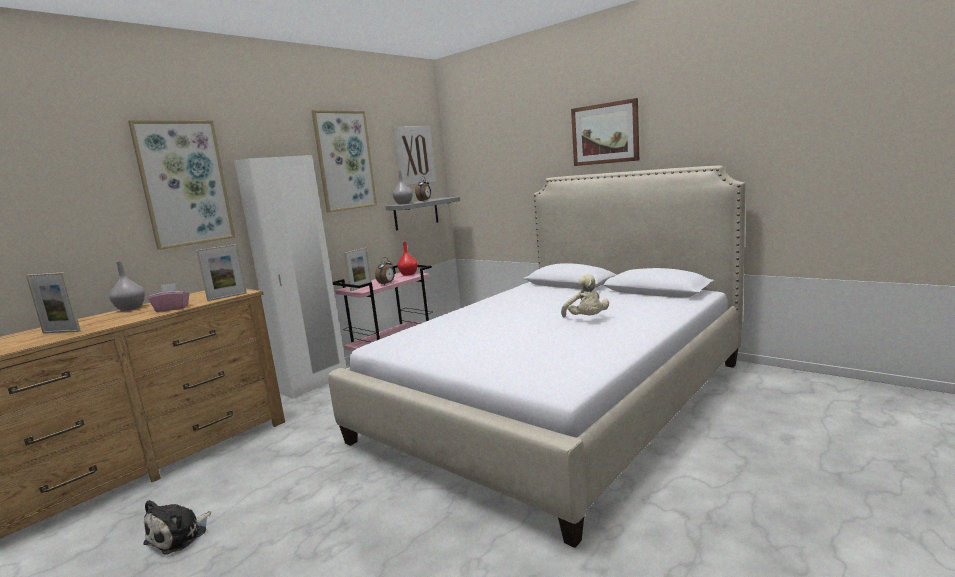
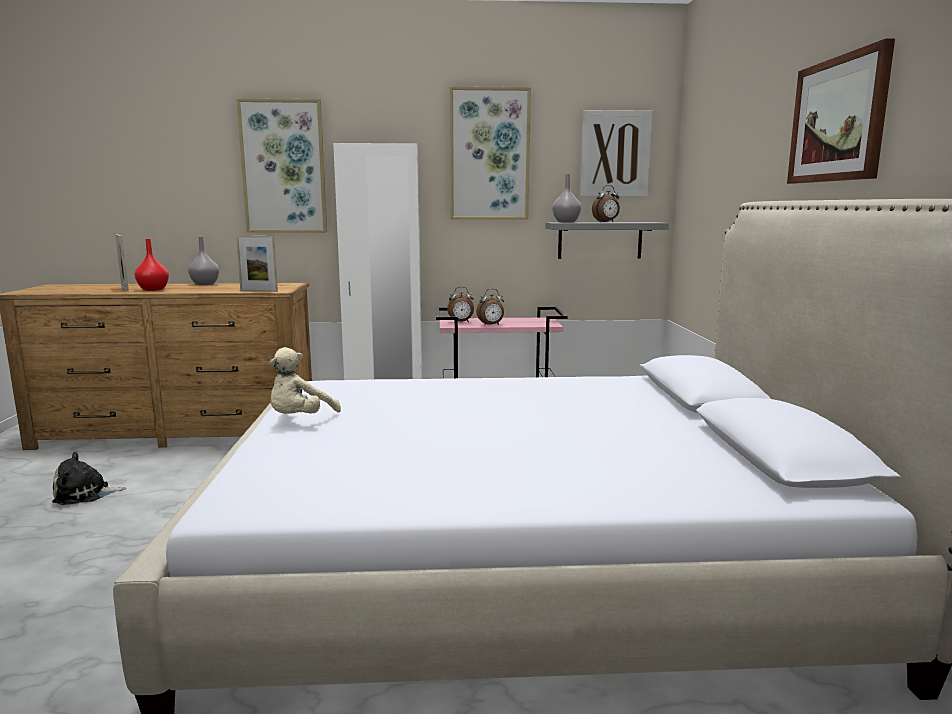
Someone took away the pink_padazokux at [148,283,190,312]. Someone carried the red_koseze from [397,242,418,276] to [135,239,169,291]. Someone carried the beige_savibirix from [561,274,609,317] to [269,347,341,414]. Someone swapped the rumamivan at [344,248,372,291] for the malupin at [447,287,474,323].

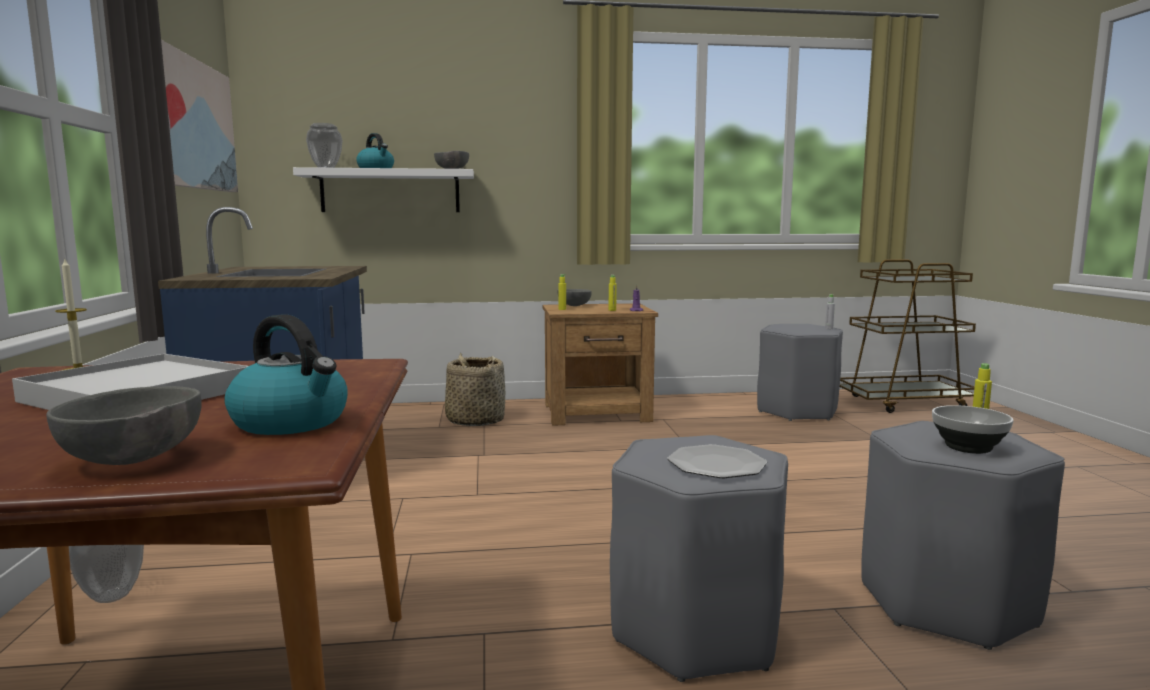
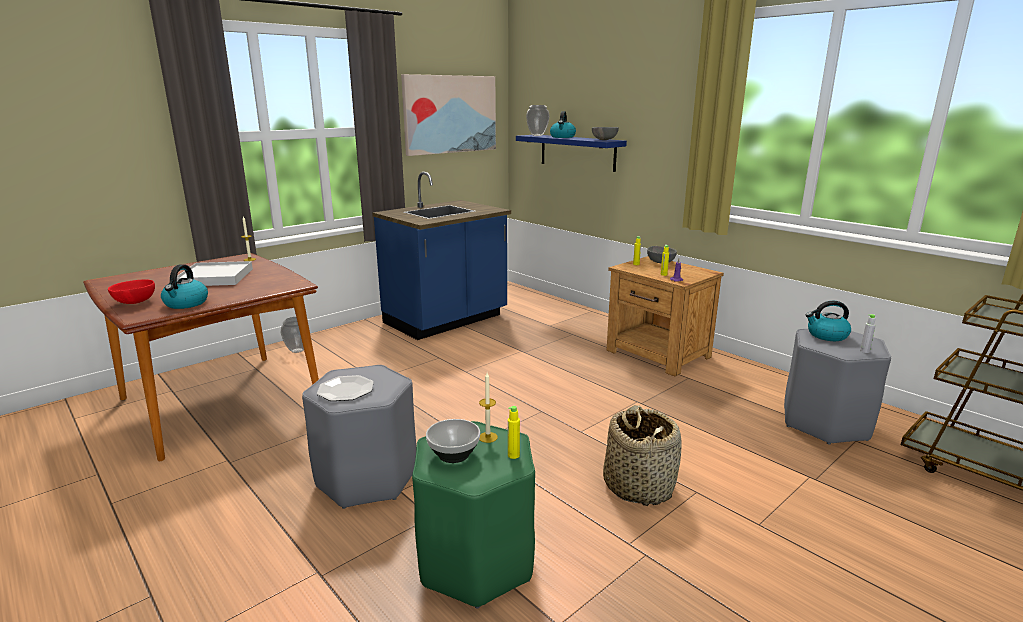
Someone put down the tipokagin at [479,373,498,443]. Someone put down the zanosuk at [805,301,851,341]. Someone carried the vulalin from [445,353,505,426] to [603,405,681,506]. Someone repainted the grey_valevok at [46,386,201,465], which became the red_valevok at [108,279,155,304]. Someone repainted the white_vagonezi at [293,167,474,212], which became the blue_vagonezi at [516,135,627,172]. Someone repainted the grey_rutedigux at [861,421,1065,650], which became the green_rutedigux at [412,421,535,609].

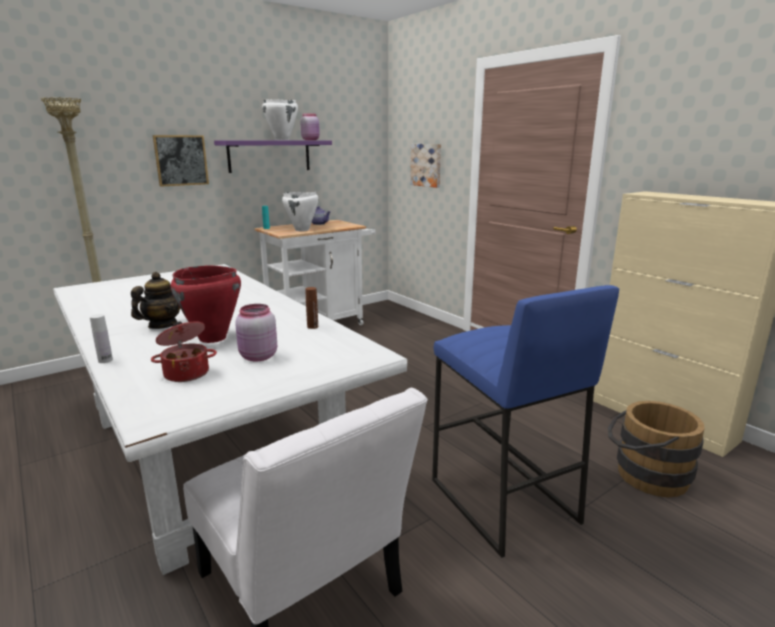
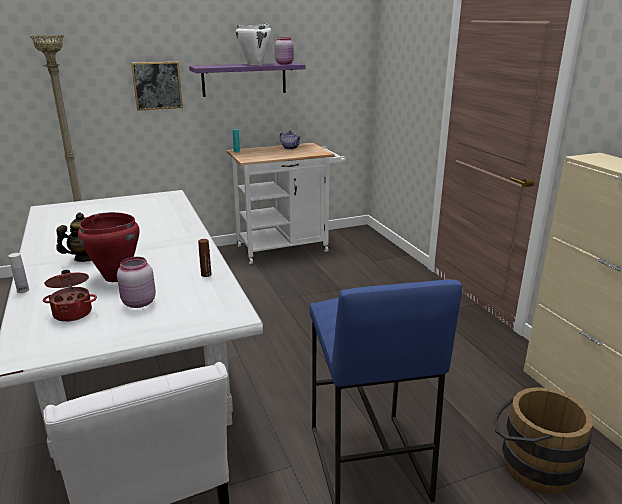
Someone took away the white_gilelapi at [282,192,319,231]. Someone took away the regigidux at [410,144,441,188].

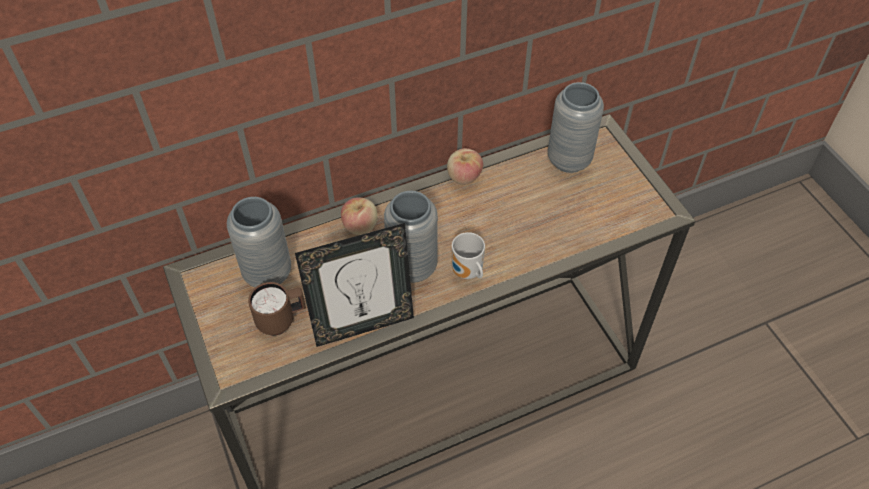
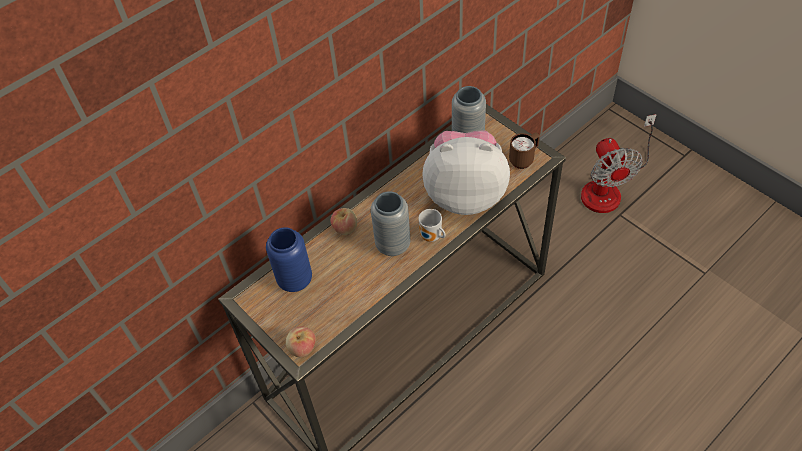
Someone took away the rumamivan at [295,223,414,347]. Someone put down the savibirix at [422,130,510,215]. Someone put down the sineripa at [581,114,657,213]. Someone carried the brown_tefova from [248,282,306,336] to [509,132,540,169]. Someone carried the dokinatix from [447,148,483,185] to [286,326,316,357]. Someone repainted the grey_koseze at [227,197,291,287], which became the blue_koseze at [266,227,312,292].

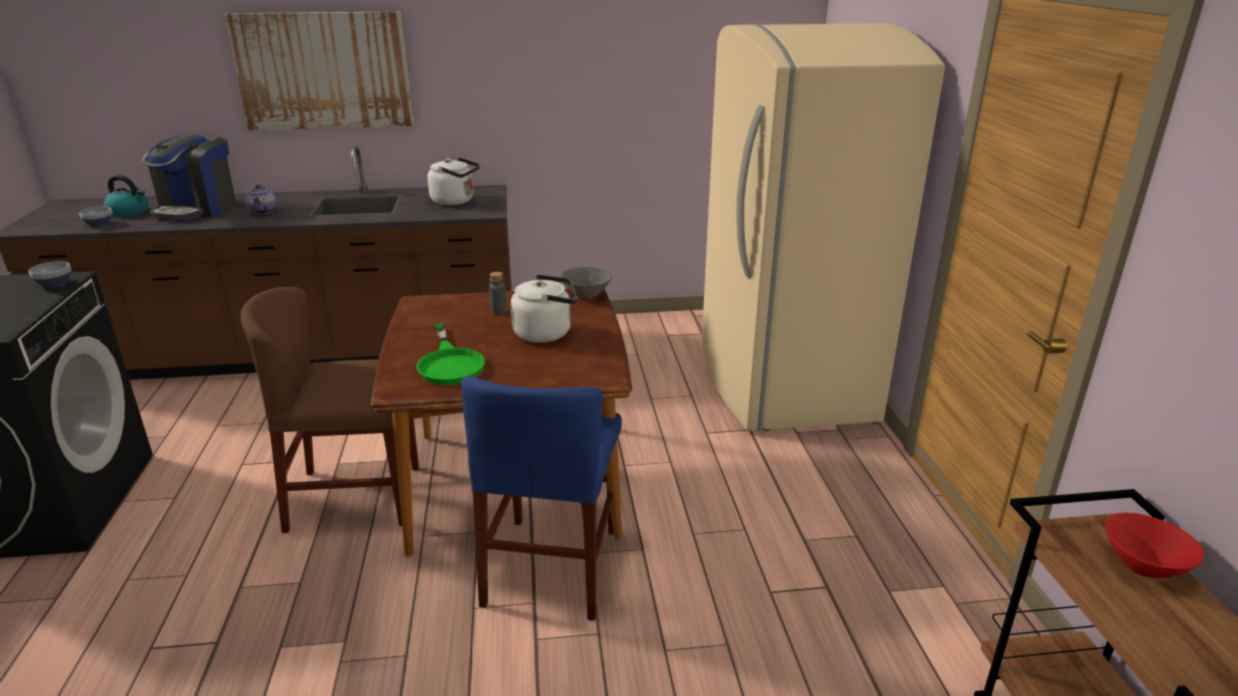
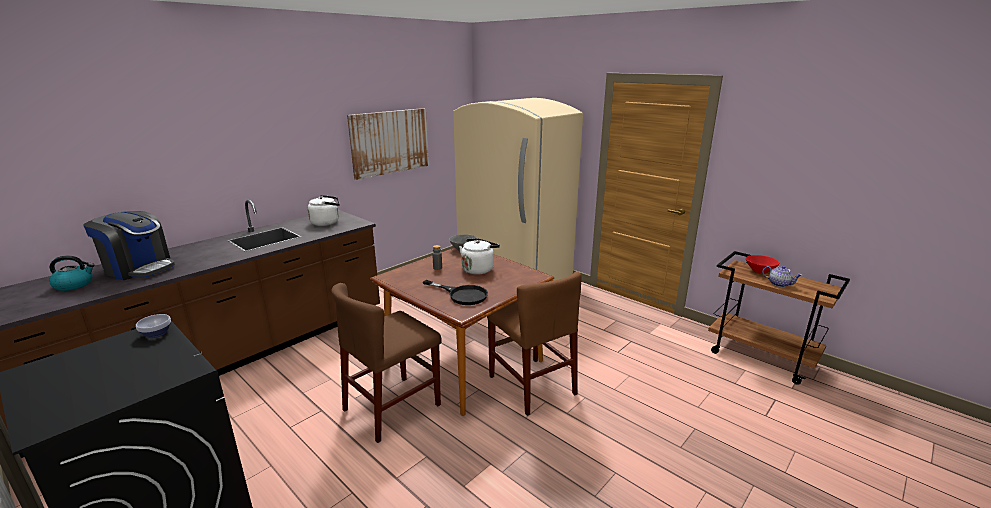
Someone took away the valevok at [79,207,112,227]. Someone carried the regigidux from [225,11,415,130] to [347,108,429,180]. Someone carried the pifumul from [246,184,277,214] to [762,266,802,287]. Someone repainted the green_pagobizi at [416,323,485,385], which became the black_pagobizi at [423,280,488,305]. Someone repainted the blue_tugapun at [461,375,622,621], which became the brown_tugapun at [487,272,582,416]. Someone rotated the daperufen at [142,134,236,221] by 45 degrees counterclockwise.

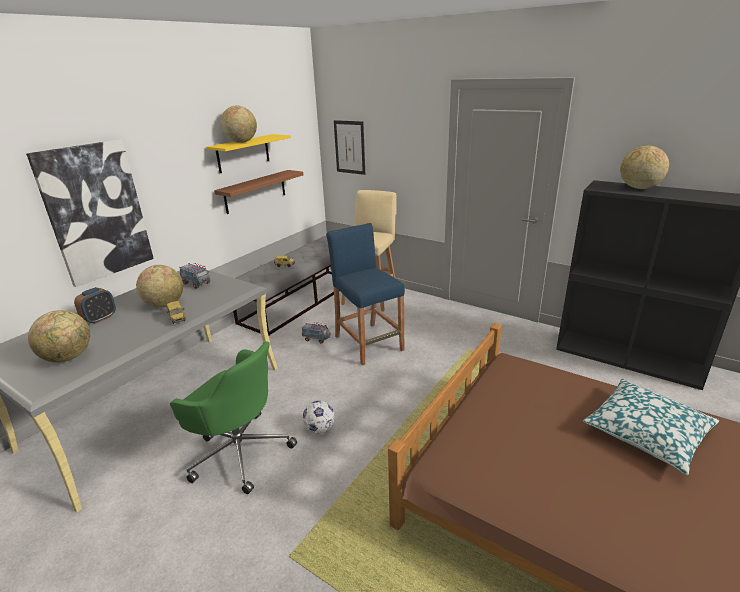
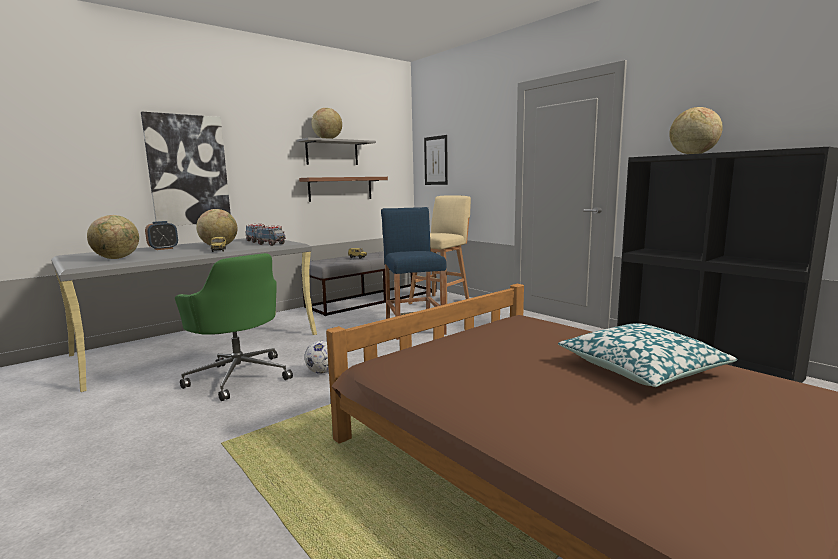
Someone carried the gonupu from [302,322,331,344] to [256,225,286,246]. Someone repainted the yellow_vagonezi at [206,134,291,173], which became the grey_vagonezi at [297,138,376,165].

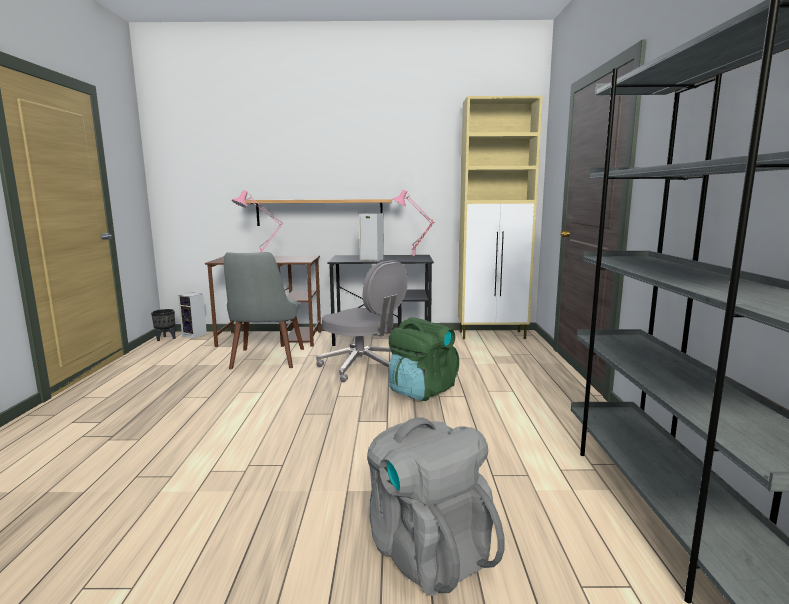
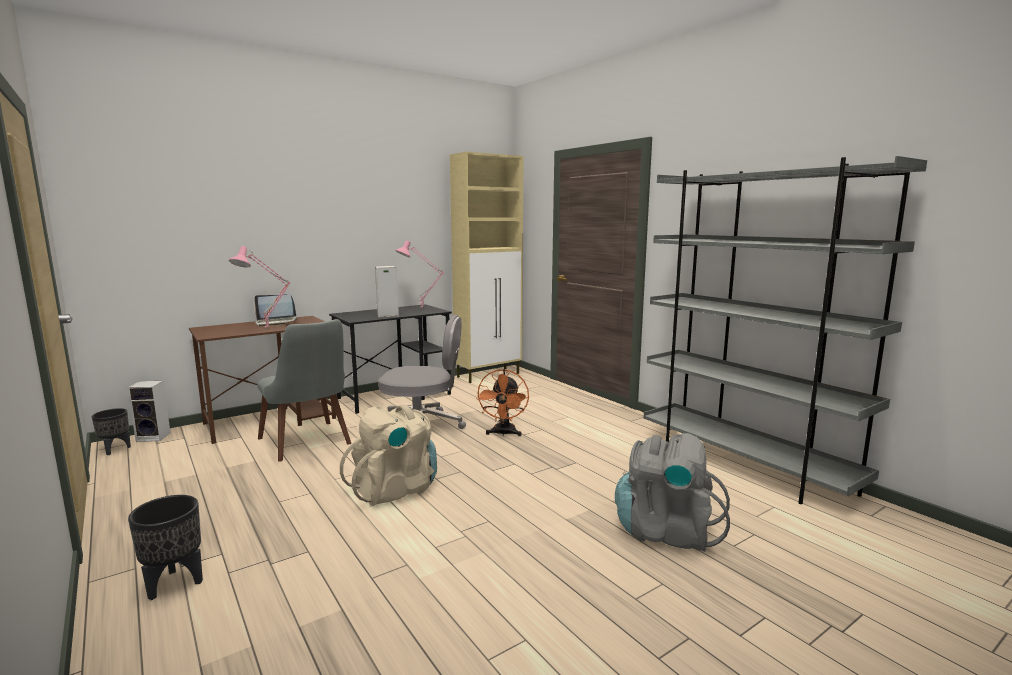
Someone took away the vagonezi at [245,199,392,226]. Someone put down the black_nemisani at [128,495,203,600]. Someone put down the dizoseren at [254,294,297,326]. Someone put down the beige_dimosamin at [340,404,437,506]. Someone swapped the green_dimosamin at [389,317,459,401] for the orange_sineripa at [476,369,529,436].

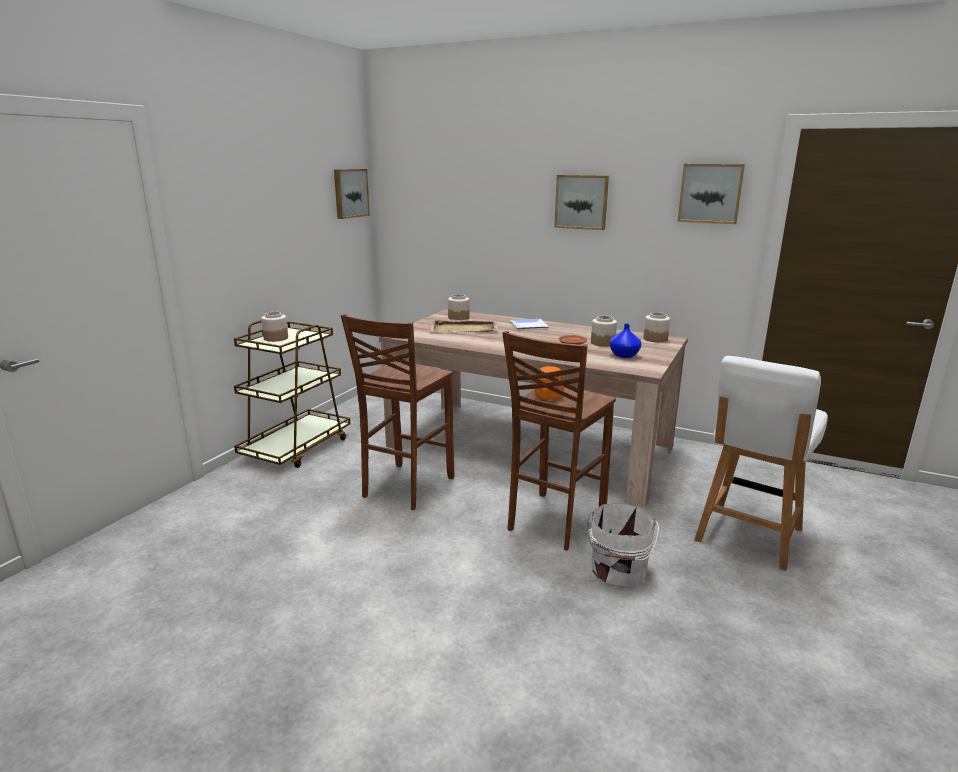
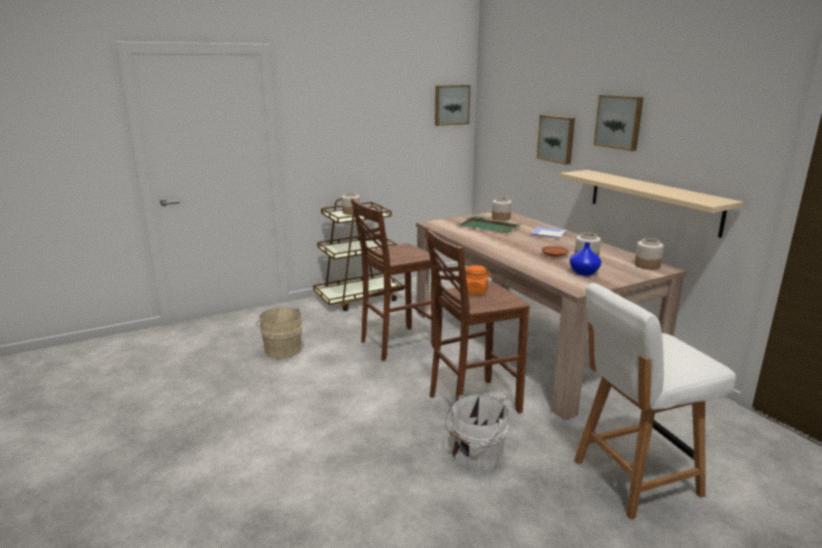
Someone put down the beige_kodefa at [256,308,302,359]. Someone put up the beige_vagonezi at [560,170,744,238]. Someone carried the regigidux from [678,164,745,224] to [537,115,575,165]. Someone repainted the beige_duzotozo at [430,319,498,332], which became the green_duzotozo at [456,216,523,233].

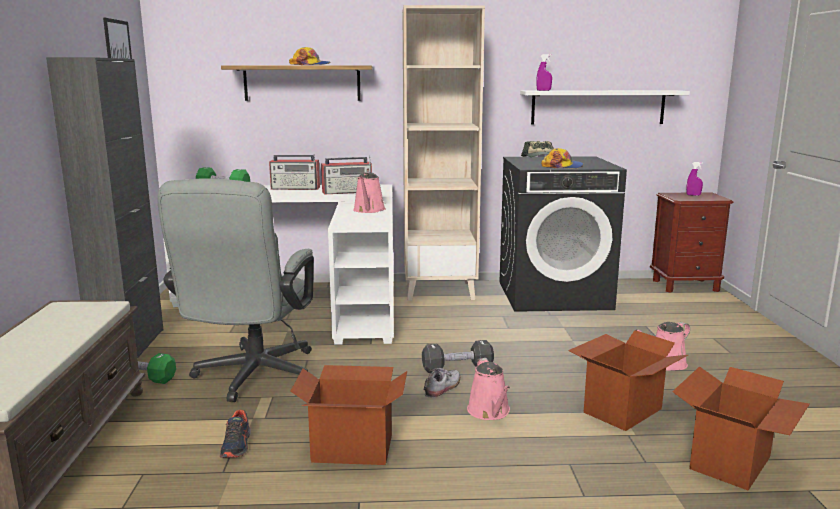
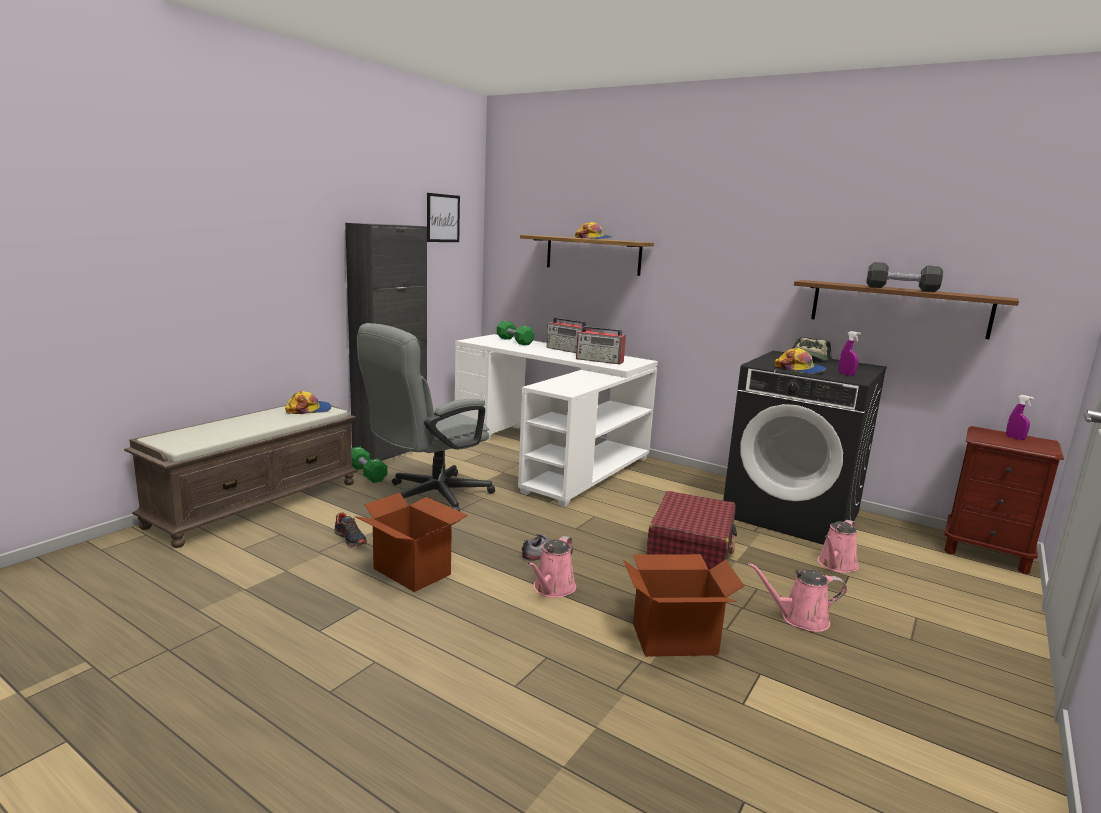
Someone took away the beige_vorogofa at [403,5,485,301]. Someone took away the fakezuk at [672,366,810,491]. Someone put down the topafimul at [285,391,331,414]. Someone put down the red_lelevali at [647,491,737,569]. Someone carried the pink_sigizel from [353,172,386,213] to [817,520,859,573]. Someone carried the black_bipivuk from [422,340,494,373] to [866,262,943,292]. Someone carried the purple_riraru from [536,54,552,91] to [838,331,861,376]. Someone repainted the white_vagonezi at [520,90,690,124], which became the brown_vagonezi at [794,280,1019,339]. Someone rotated the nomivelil at [220,409,251,458] by 75 degrees counterclockwise.

